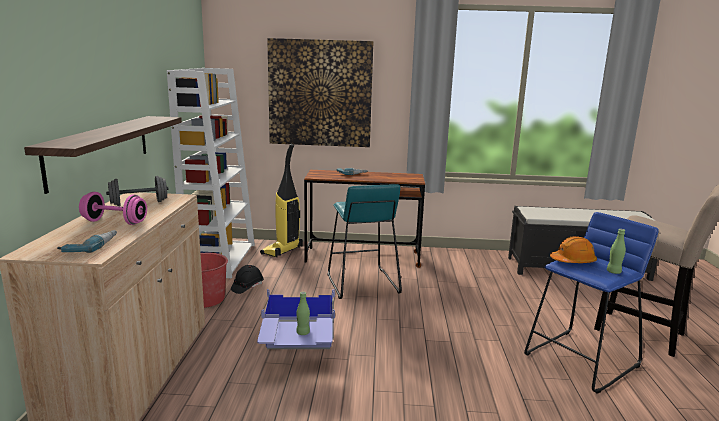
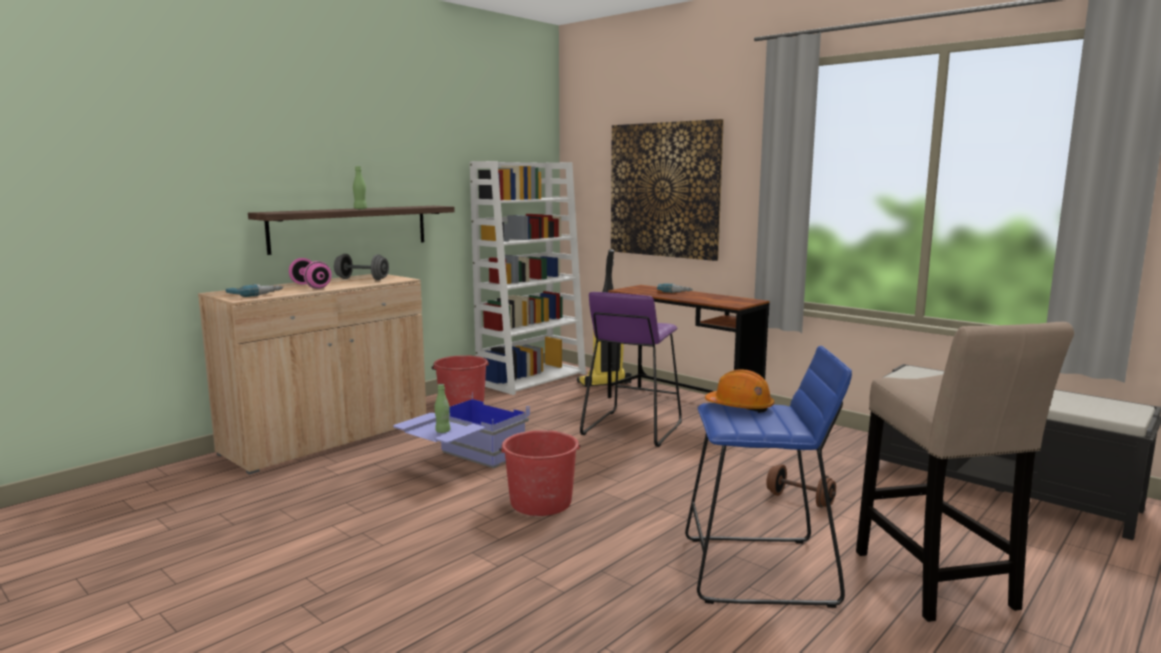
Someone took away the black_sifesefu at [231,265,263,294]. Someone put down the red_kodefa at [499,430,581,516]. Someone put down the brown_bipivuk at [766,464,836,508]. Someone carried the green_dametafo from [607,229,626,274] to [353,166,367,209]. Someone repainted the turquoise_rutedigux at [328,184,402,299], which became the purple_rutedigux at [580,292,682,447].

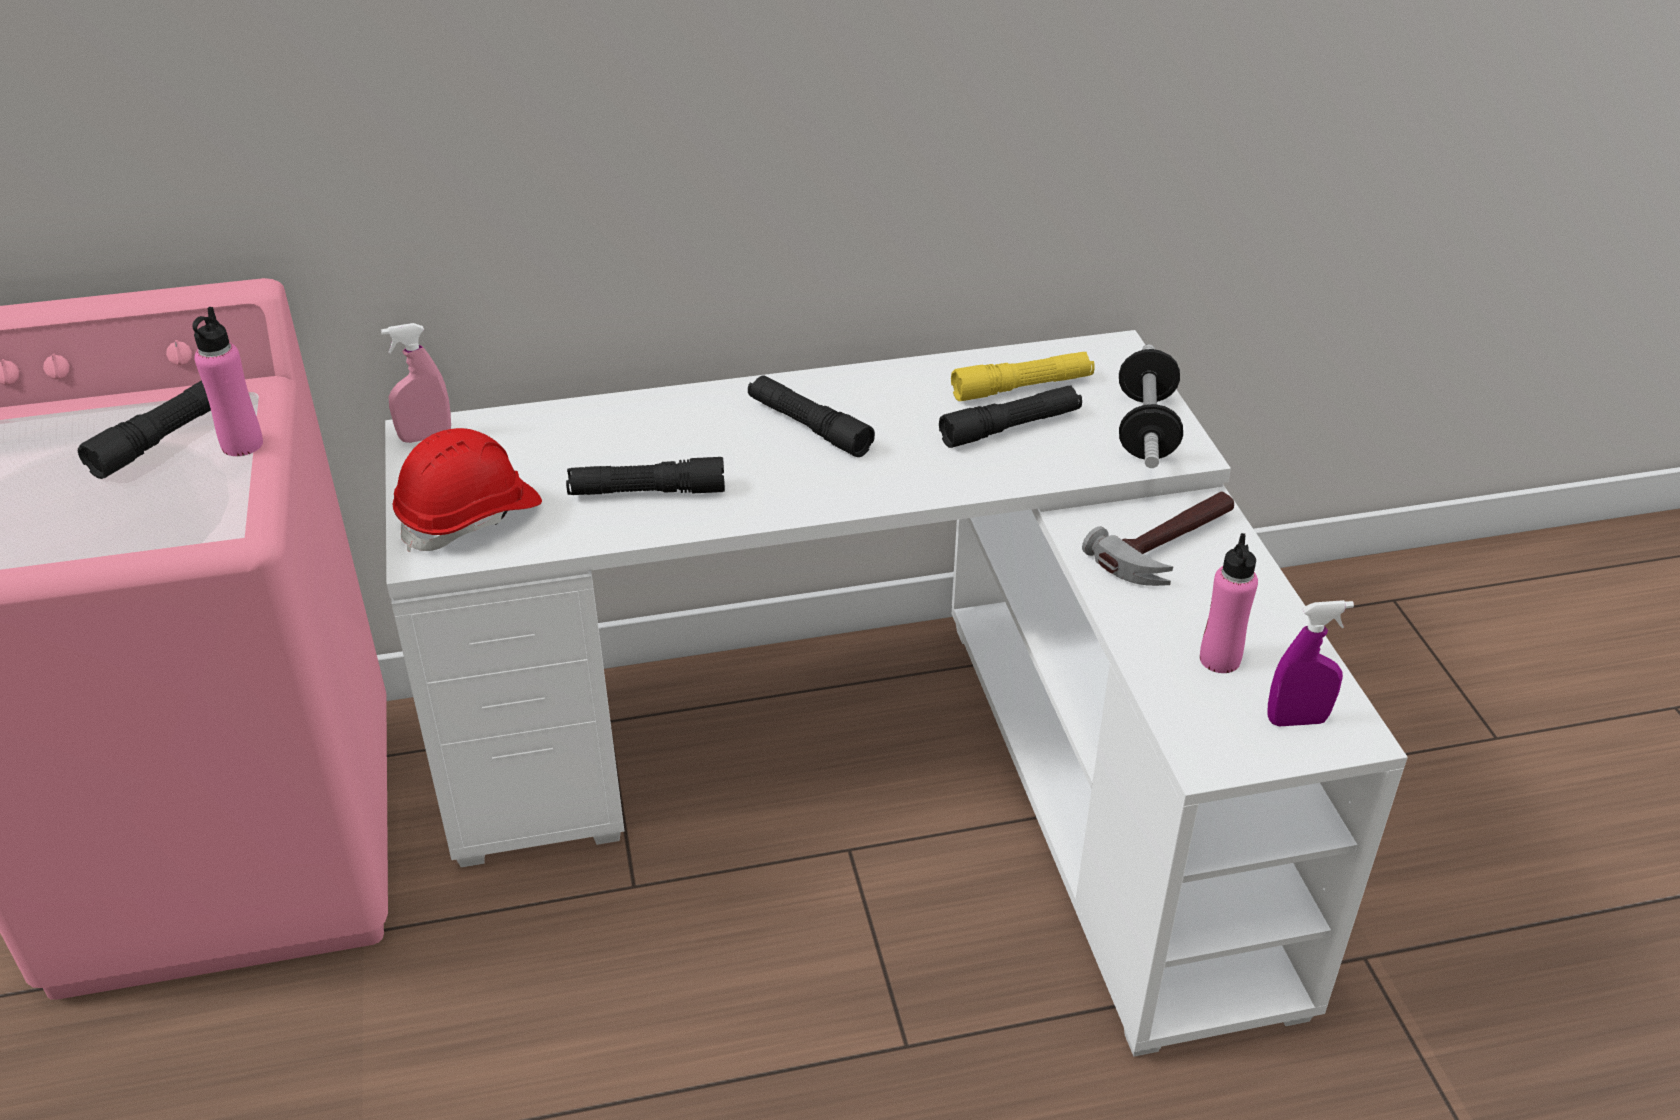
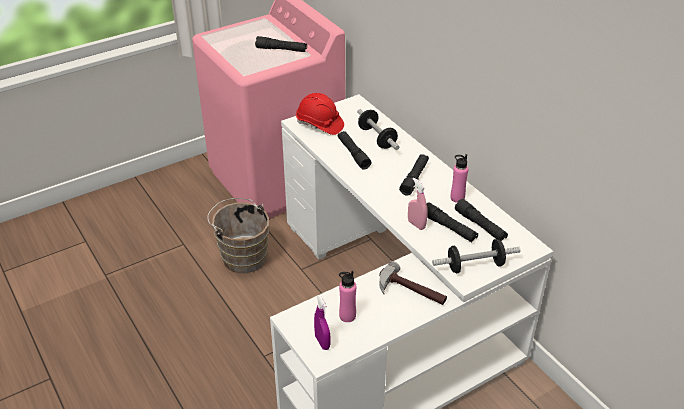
Someone put down the brown_kodefa at [207,198,269,273]. Someone put down the bipivuk at [357,109,399,150]. Someone carried the pink_dametafo from [192,307,263,456] to [450,154,468,203]. Someone carried the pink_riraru from [381,323,451,443] to [408,178,428,230]. Someone repainted the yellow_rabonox at [951,352,1095,401], which became the black_rabonox at [455,199,508,241].

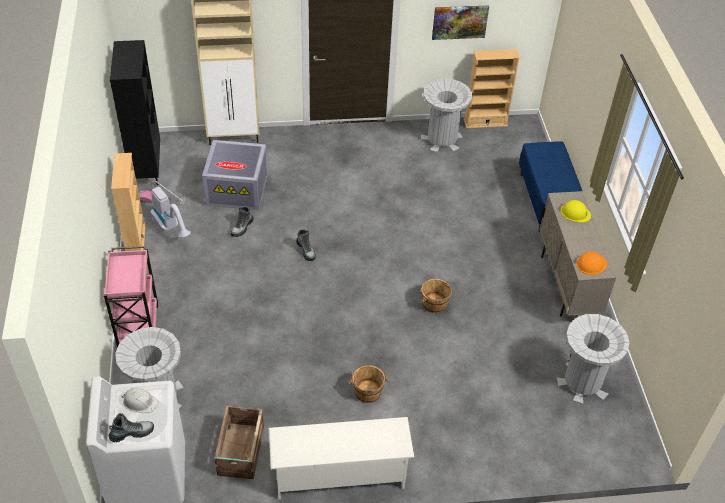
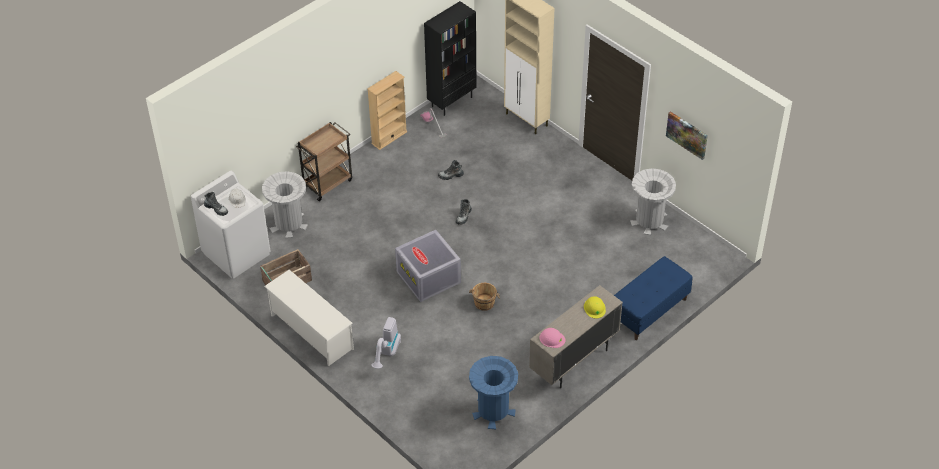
Someone took away the brown_kodefa at [347,365,390,403]. Someone took away the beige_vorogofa at [464,49,520,128]. Someone carried the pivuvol from [151,187,191,237] to [372,317,401,369]. Someone carried the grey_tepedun from [202,140,268,210] to [395,230,461,302]. Someone repainted the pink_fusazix at [104,246,158,348], which became the brown_fusazix at [296,122,352,201]. Someone repainted the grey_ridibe at [557,314,630,404], which became the blue_ridibe at [469,356,518,429]. Someone repainted the orange_sifesefu at [576,252,607,275], which became the pink_sifesefu at [539,328,565,348].

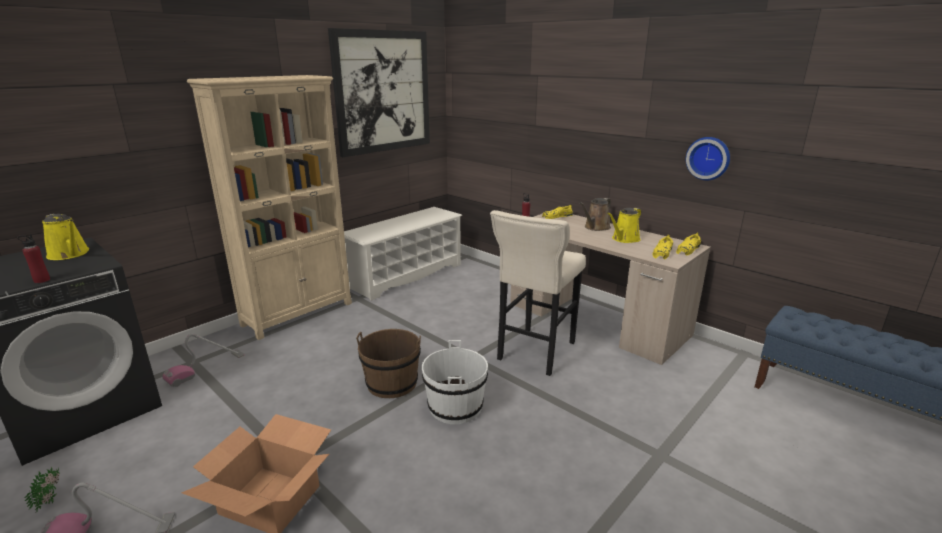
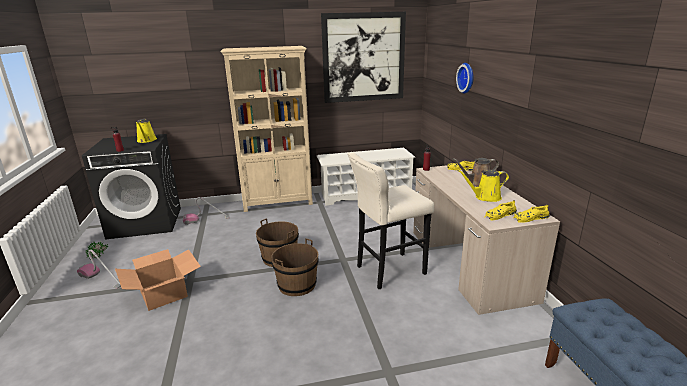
Someone carried the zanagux from [686,137,730,180] to [456,63,474,94]. Someone repainted the white_kodefa at [422,340,488,424], which became the brown_kodefa at [271,238,319,296].

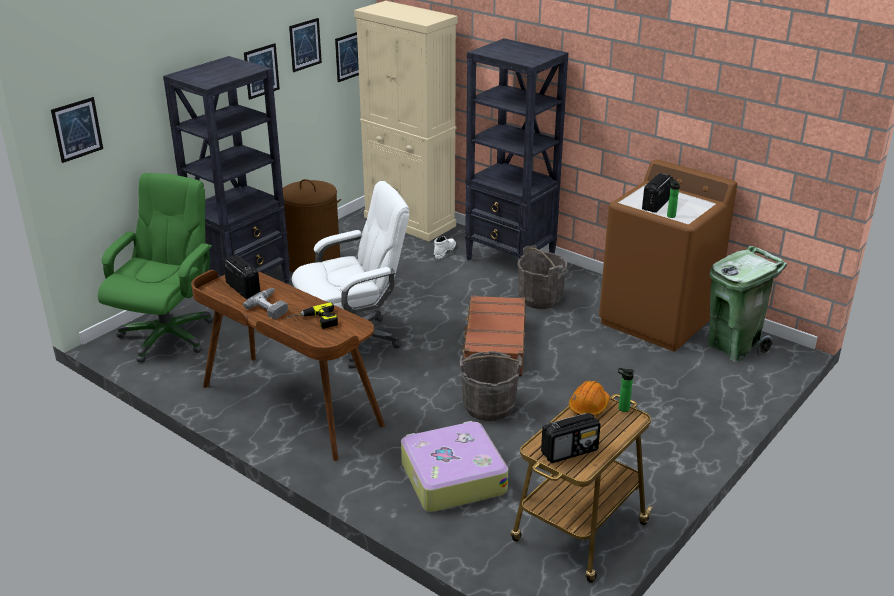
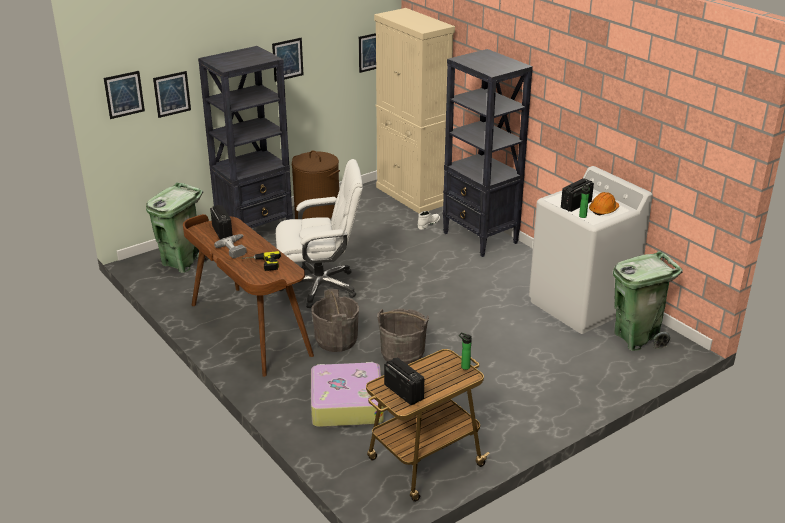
Someone took away the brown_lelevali at [461,295,526,376]. Someone carried the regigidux from [289,18,322,72] to [153,71,191,118]. Someone carried the grey_kodefa from [517,245,567,309] to [311,289,359,352]. Someone carried the orange_sifesefu from [569,381,610,416] to [589,192,619,216]. Someone swapped the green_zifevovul at [98,173,214,363] for the green_ridibe at [146,182,209,273]. Someone repainted the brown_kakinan at [599,159,737,351], which became the white_kakinan at [529,166,653,334]. Someone rotated the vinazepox at [541,413,601,463] by 120 degrees counterclockwise.

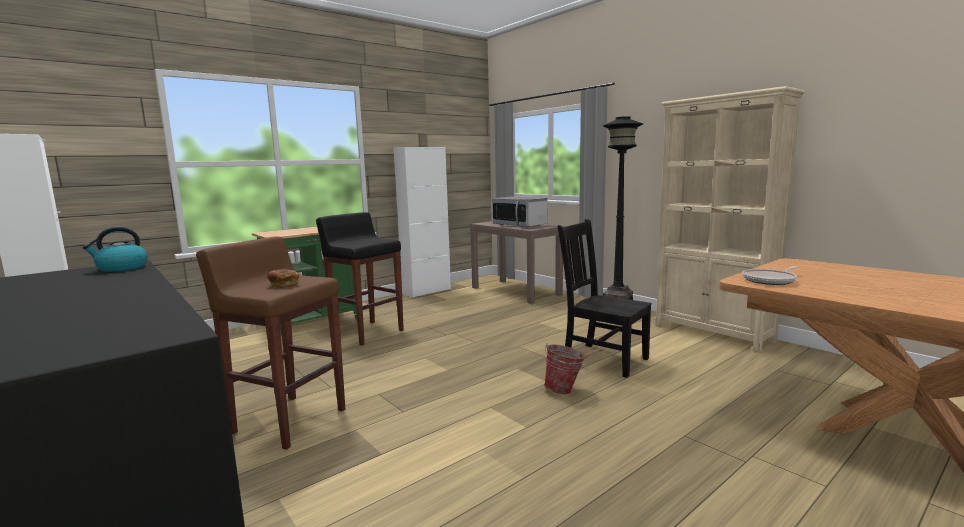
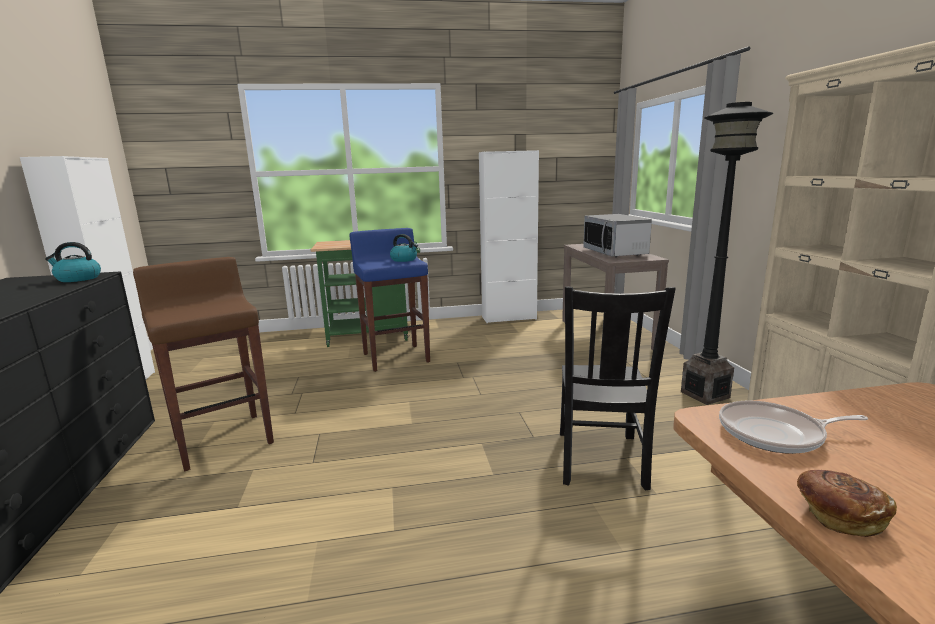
Someone took away the kodefa at [544,344,587,394]. Someone put down the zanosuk at [390,234,418,262]. Someone carried the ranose from [266,269,299,288] to [797,470,897,537]. Someone repainted the black_rutedigux at [316,212,404,346], which became the blue_rutedigux at [350,228,430,372]. Someone rotated the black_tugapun at [557,219,652,378] by 150 degrees counterclockwise.

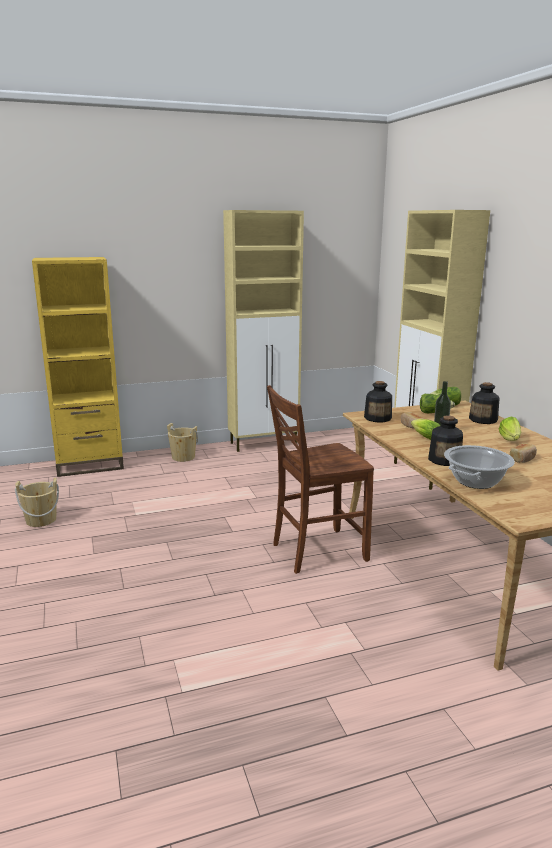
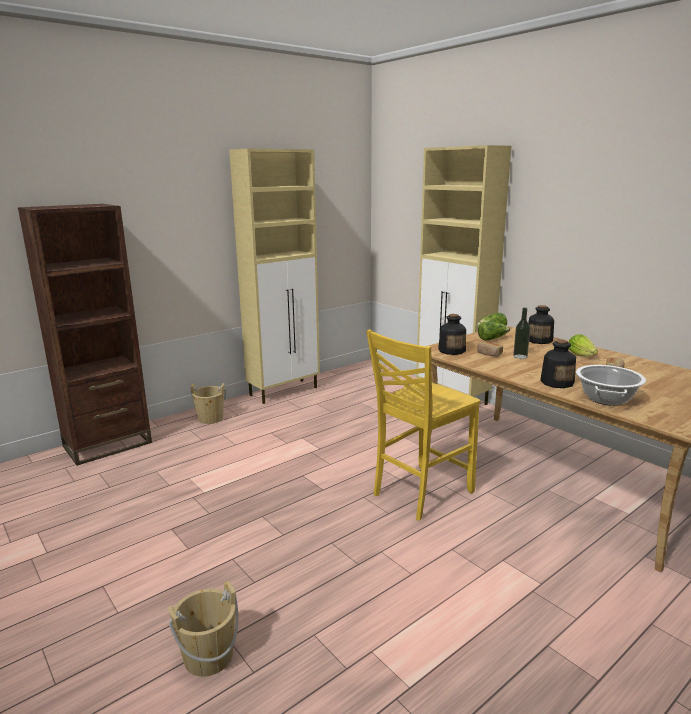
Someone took away the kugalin at [411,419,440,440]. Someone carried the beige_kodefa from [15,478,59,527] to [168,581,239,677]. Someone repainted the yellow_vorogofa at [32,257,124,477], which became the brown_vorogofa at [18,204,152,466]. Someone repainted the brown_tugapun at [267,385,374,574], which became the yellow_tugapun at [366,329,480,521].

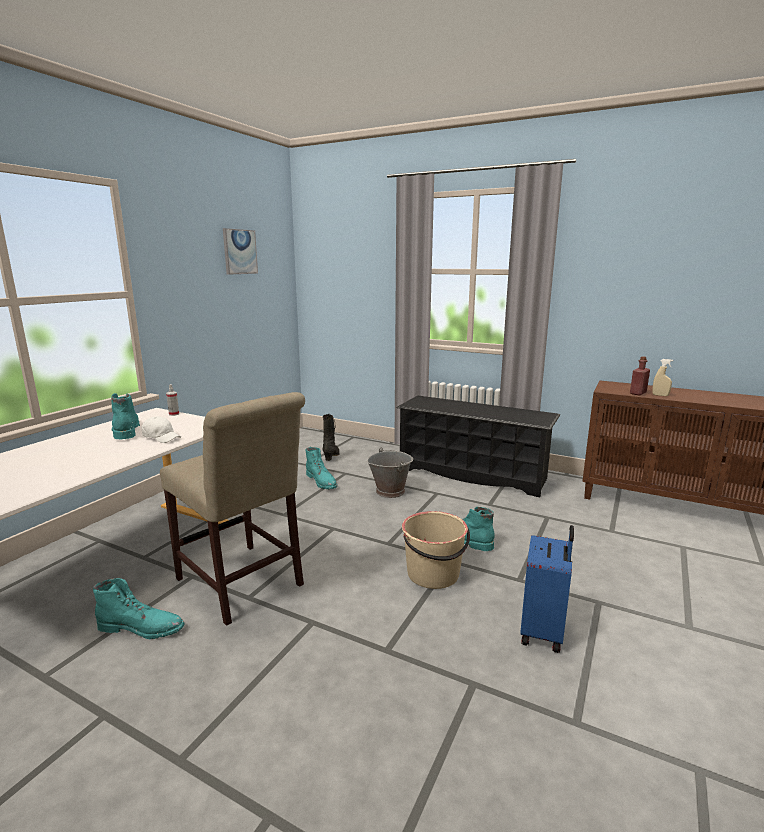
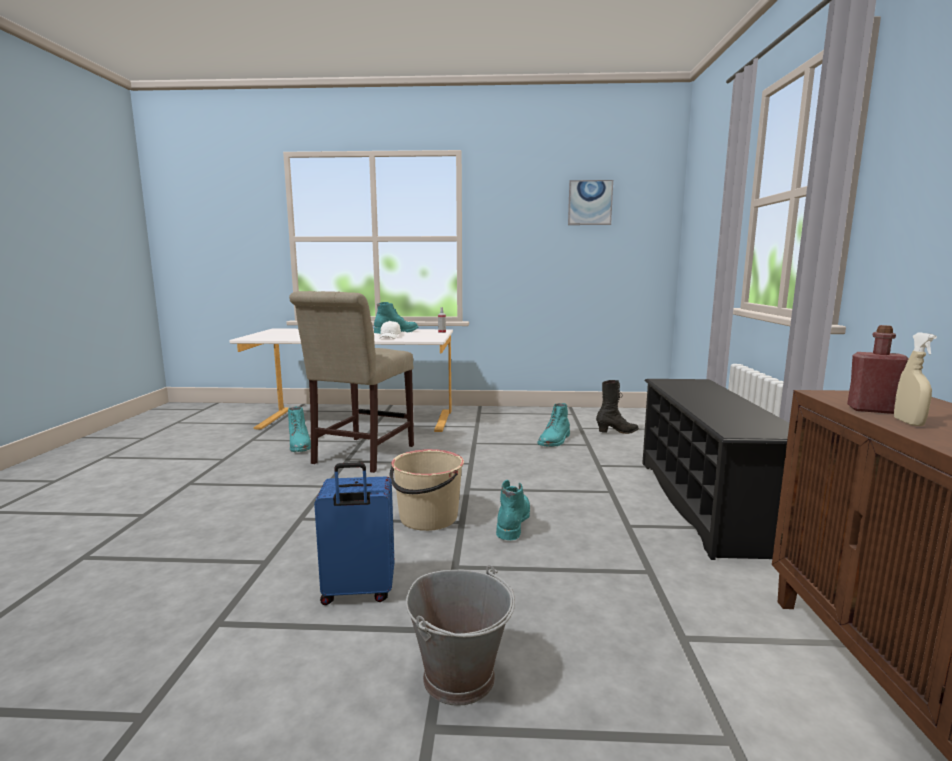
Someone carried the grey_kodefa from [367,448,413,498] to [406,565,515,706].

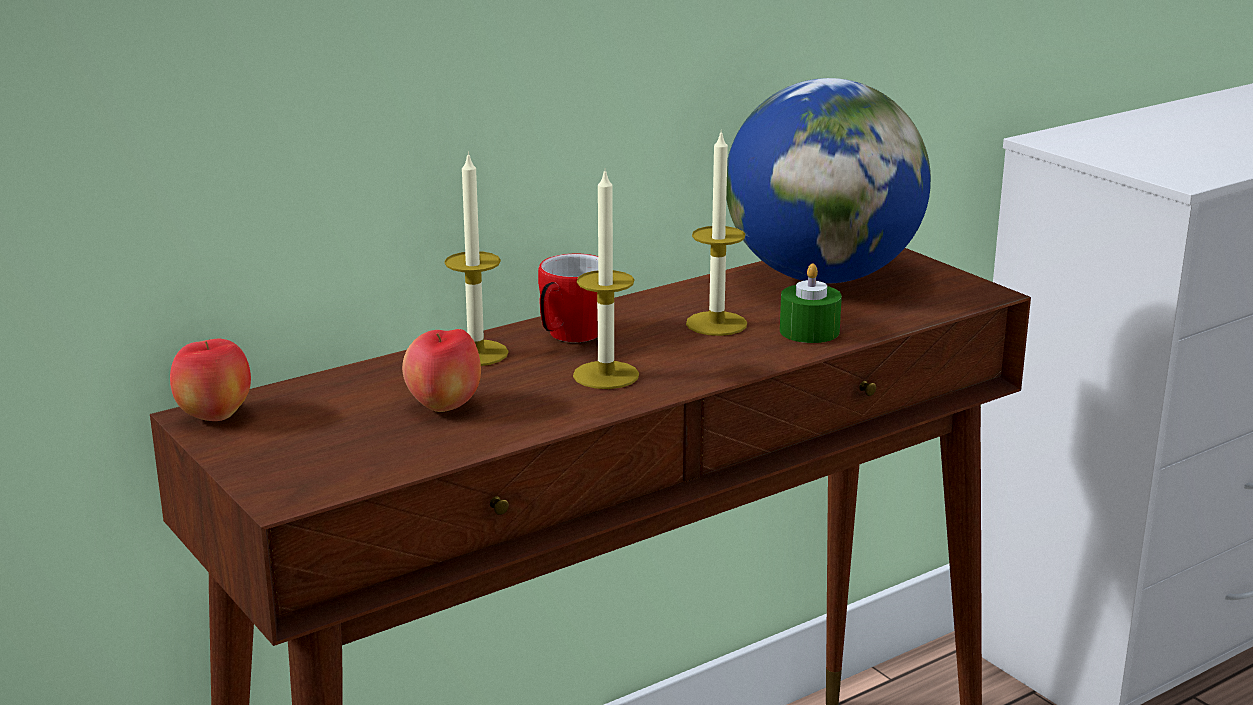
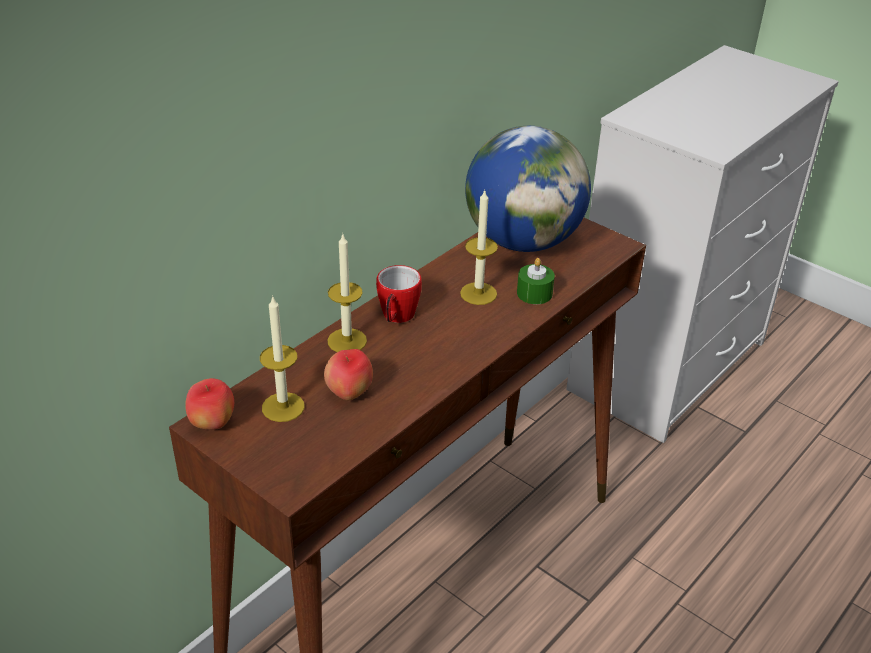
Someone carried the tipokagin from [573,171,639,389] to [260,295,305,422].

